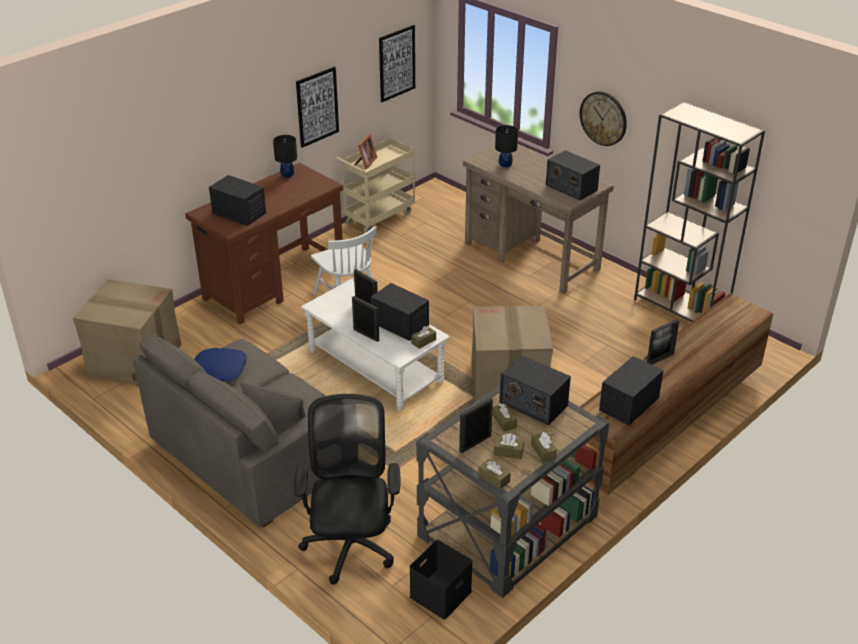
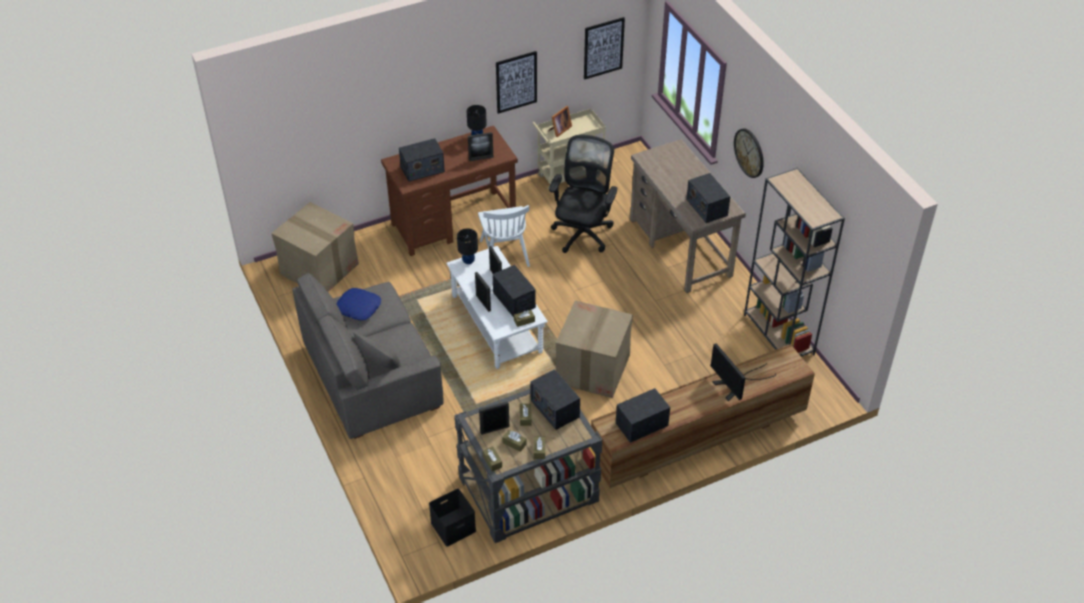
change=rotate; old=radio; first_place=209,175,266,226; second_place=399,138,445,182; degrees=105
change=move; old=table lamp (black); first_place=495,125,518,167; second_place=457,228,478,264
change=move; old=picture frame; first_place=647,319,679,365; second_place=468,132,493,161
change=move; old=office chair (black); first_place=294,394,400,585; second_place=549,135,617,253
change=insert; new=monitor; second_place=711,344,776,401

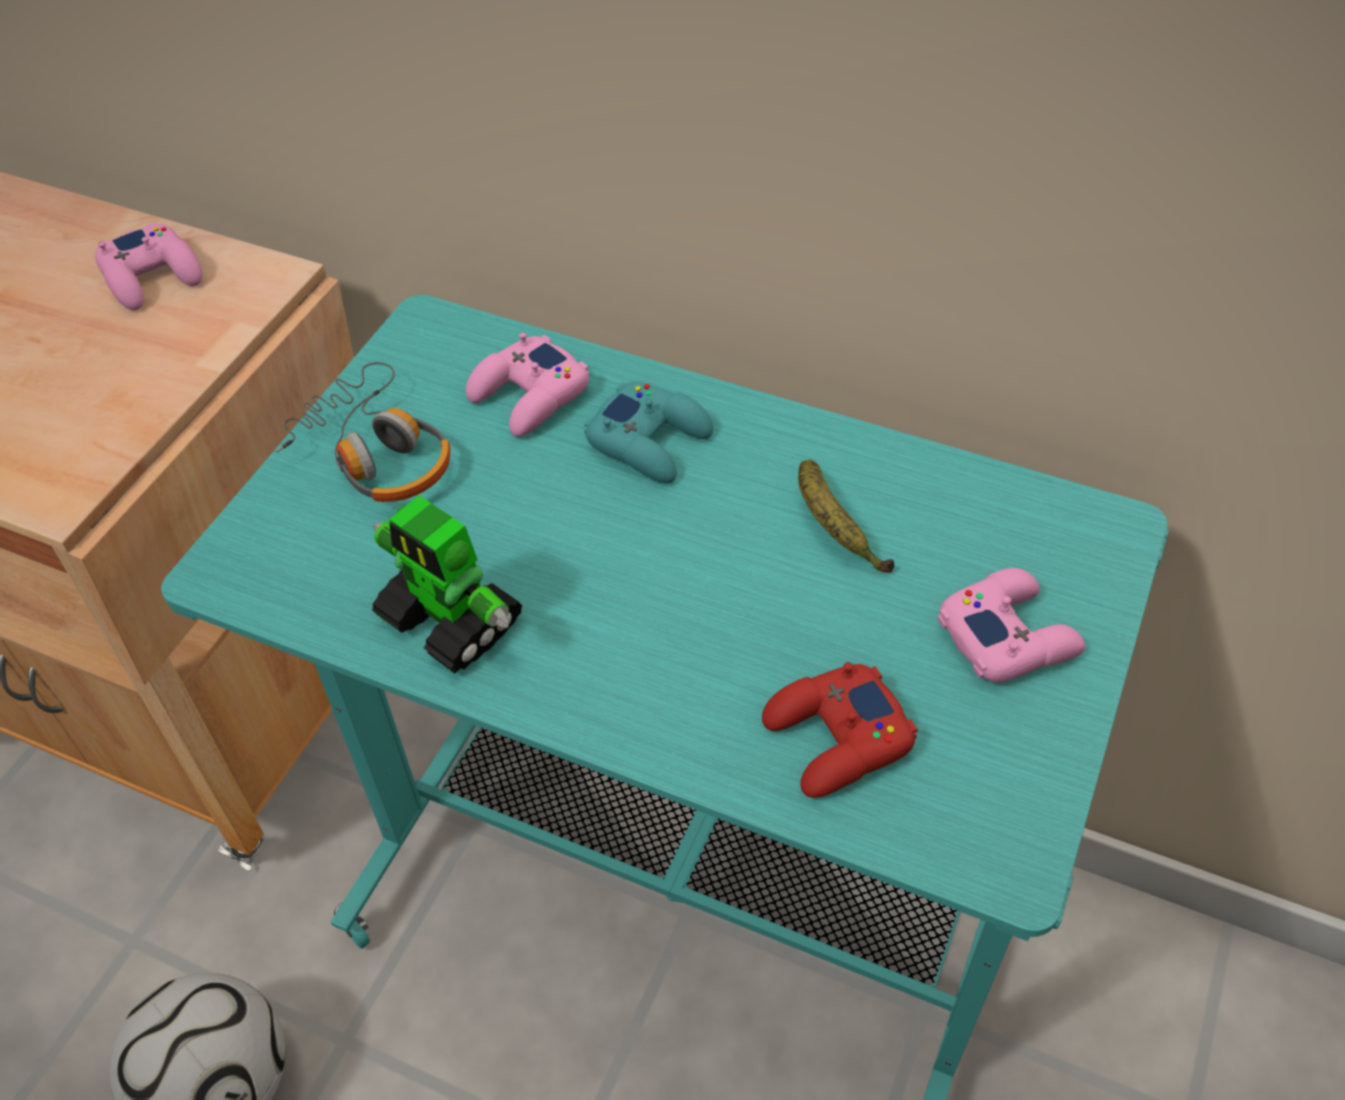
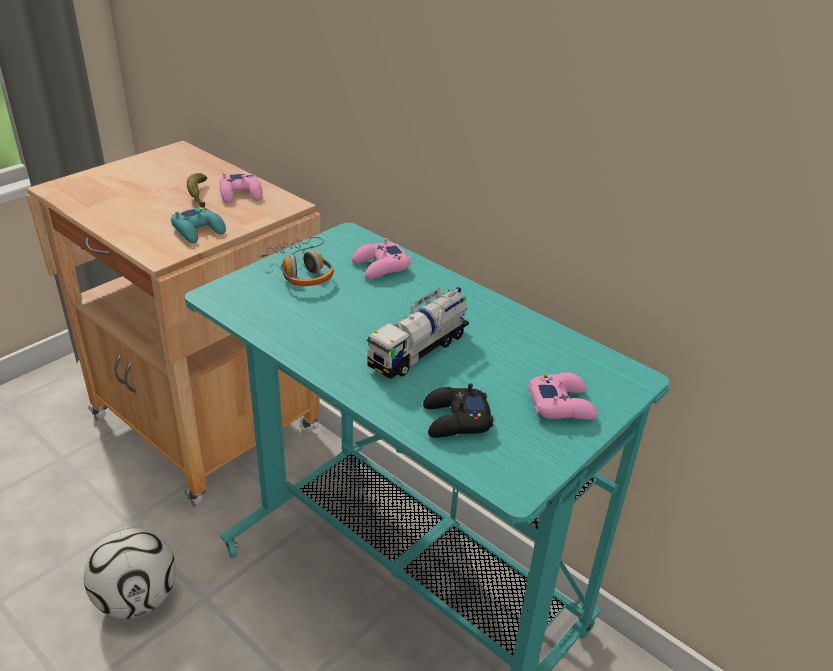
change=move; old=game controller (turquoise); first_place=584,381,713,484; second_place=171,207,226,243
change=move; old=banana; first_place=798,460,894,573; second_place=187,173,207,208
change=insert; new=toy truck; second_place=367,287,469,379
change=recolor; old=game controller (red); new=game controller (black); first_place=762,662,917,798; second_place=423,384,493,438
change=delete; old=toy robot; first_place=372,495,522,674

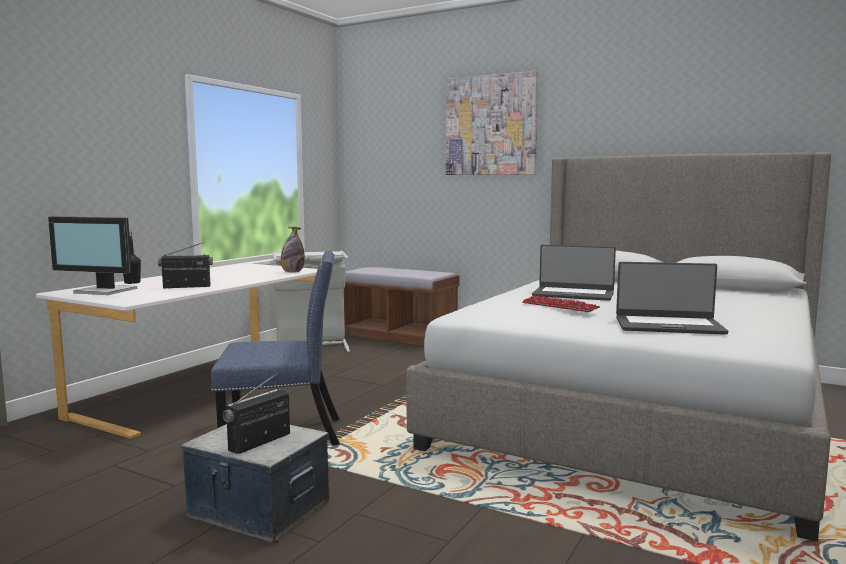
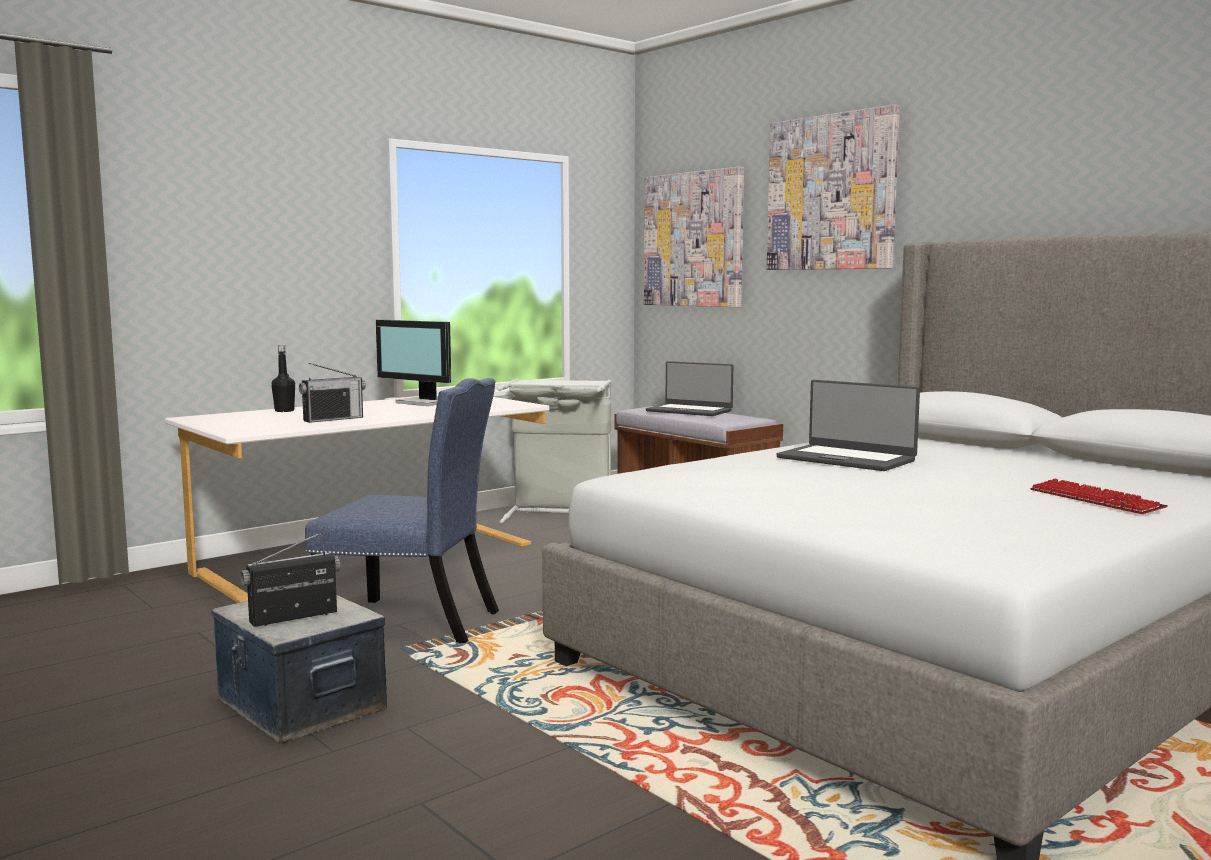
change=rotate; old=radio; first_place=158,242,213,289; second_place=299,363,366,423; degrees=135
change=move; old=monitor; first_place=48,216,137,295; second_place=376,320,451,406
change=insert; new=picture; second_place=644,167,744,307
change=move; old=laptop; first_place=616,262,728,335; second_place=646,361,733,416
change=move; old=keyboard; first_place=522,295,600,312; second_place=1030,479,1168,514
change=delete; old=bottle; first_place=281,227,305,273

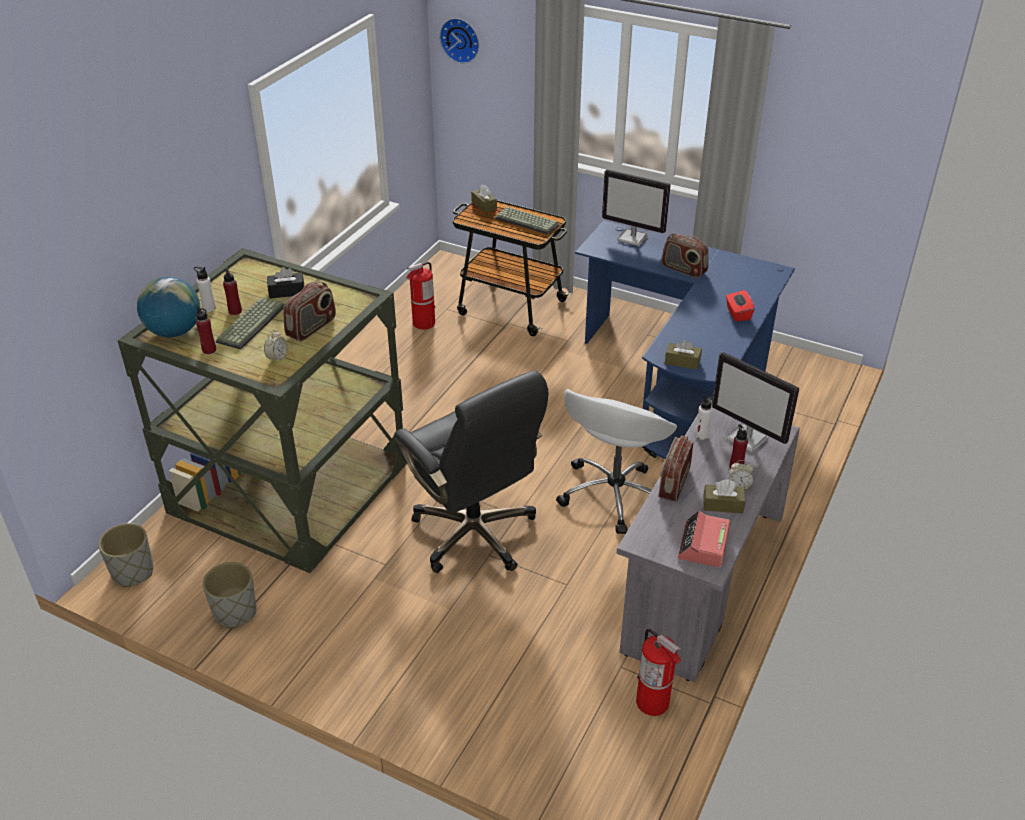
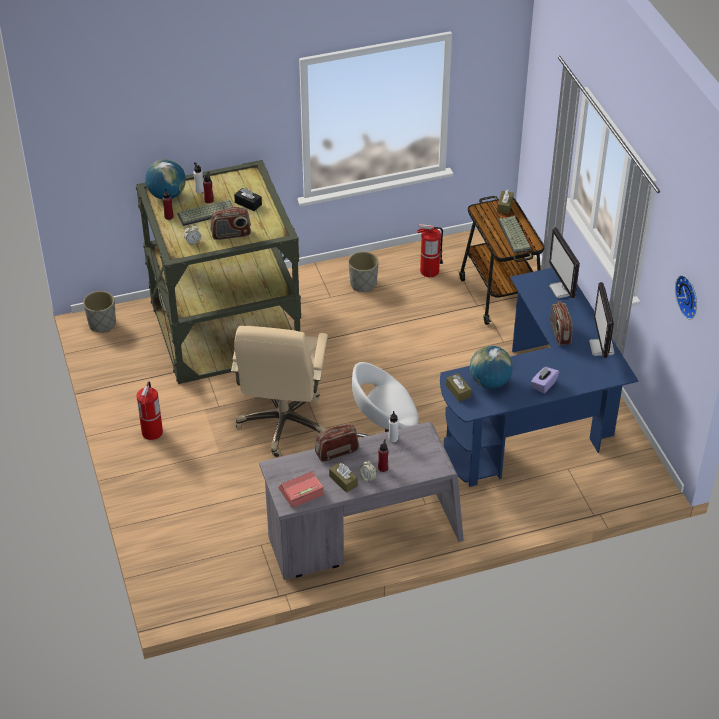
change=move; old=fire extinguisher; first_place=636,629,681,716; second_place=137,381,163,440
change=recolor; old=office chair (black); new=office chair (beige); first_place=394,370,548,573; second_place=231,326,328,457
change=move; old=planter (grey); first_place=203,562,256,629; second_place=349,252,379,292
change=insert; new=globe; second_place=470,346,513,389
change=recolor; old=tissue box (red); new=tissue box (purple); first_place=726,290,755,321; second_place=531,366,559,394
change=move; old=monitor; first_place=712,352,799,452; second_place=589,282,614,358
change=move; old=wall clock; first_place=439,18,479,64; second_place=675,275,697,319

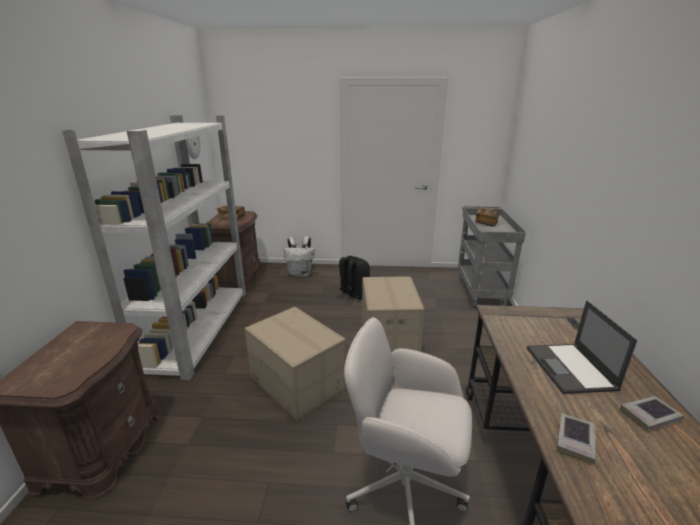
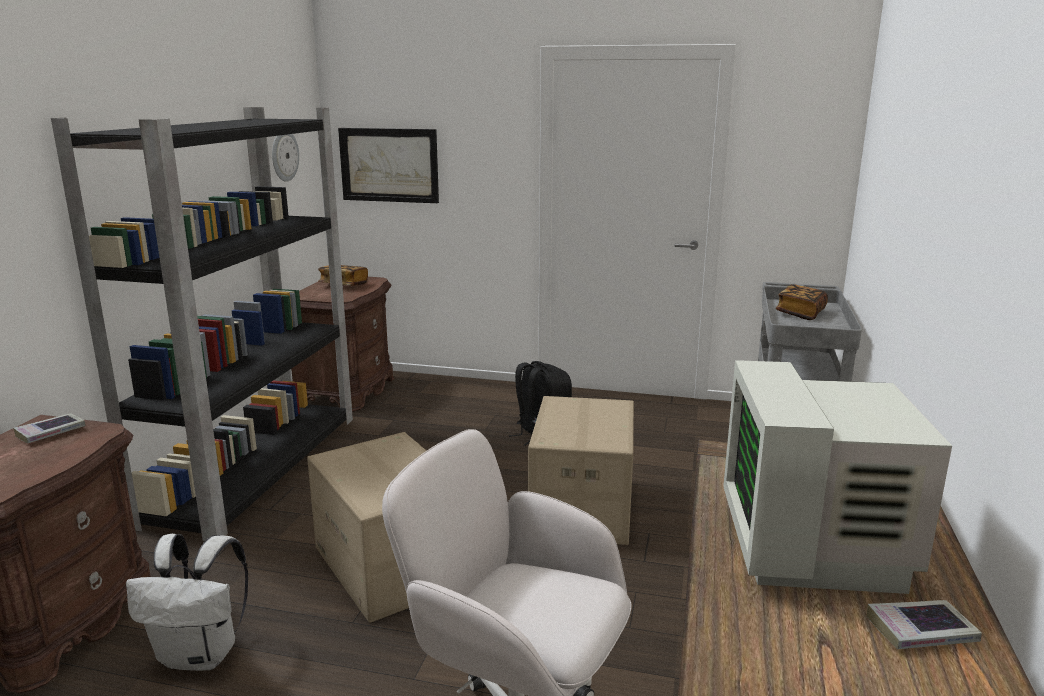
change=move; old=book; first_place=556,413,595,464; second_place=13,413,86,443
change=recolor; old=bookcase (white); new=bookcase (black); first_place=62,116,246,380; second_place=51,107,353,541
change=move; old=backpack (white); first_place=284,236,315,277; second_place=126,534,248,671
change=insert; new=picture; second_place=338,128,439,203
change=replace; old=laptop; new=monitor; first_place=527,300,637,394; second_place=723,360,952,594

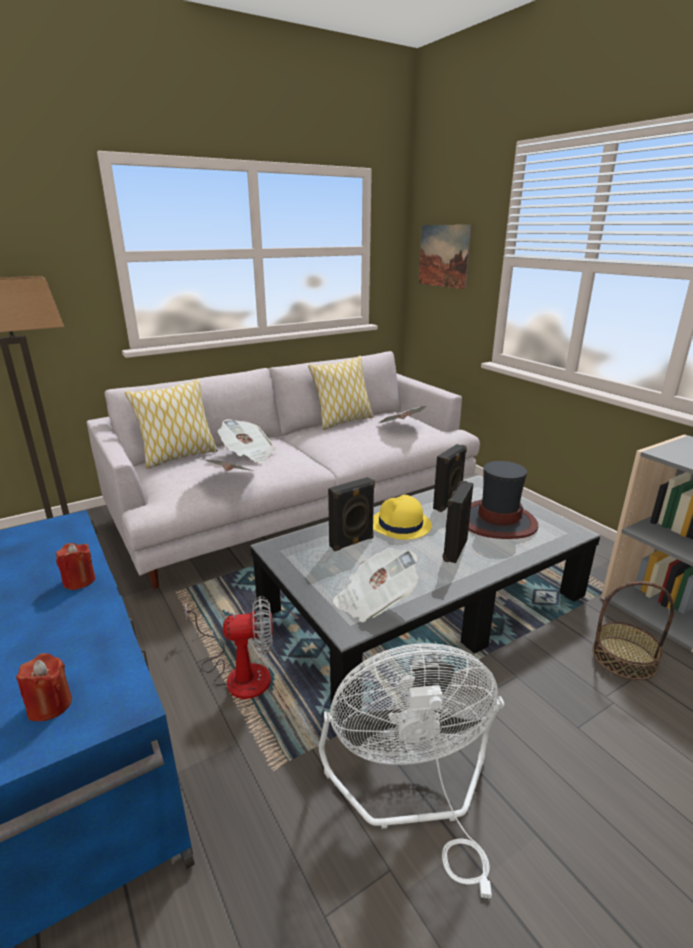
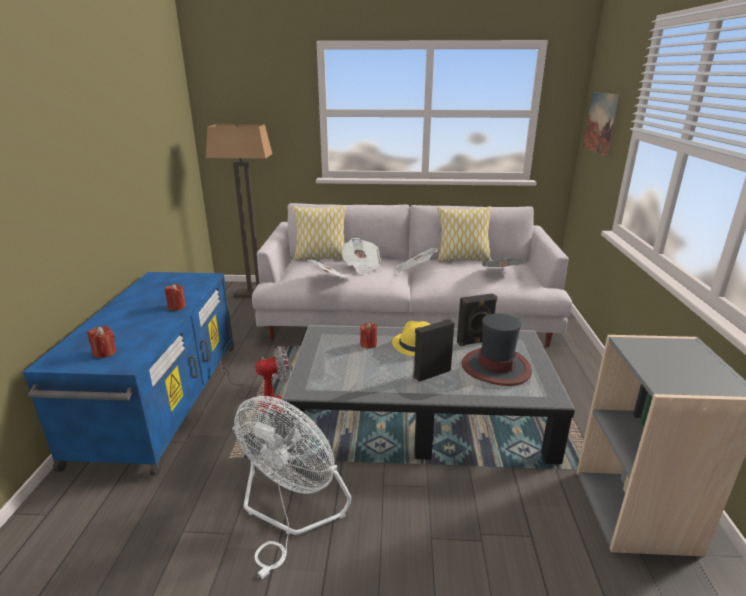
change=rotate; old=fan; first_place=185,596,273,700; second_place=221,346,290,415; degrees=-45
change=replace; old=speaker (black); new=candle (red); first_place=328,477,375,552; second_place=360,322,377,348
change=move; old=newspaper; first_place=333,547,419,623; second_place=395,248,438,273
change=delete; old=basket; first_place=592,581,674,680

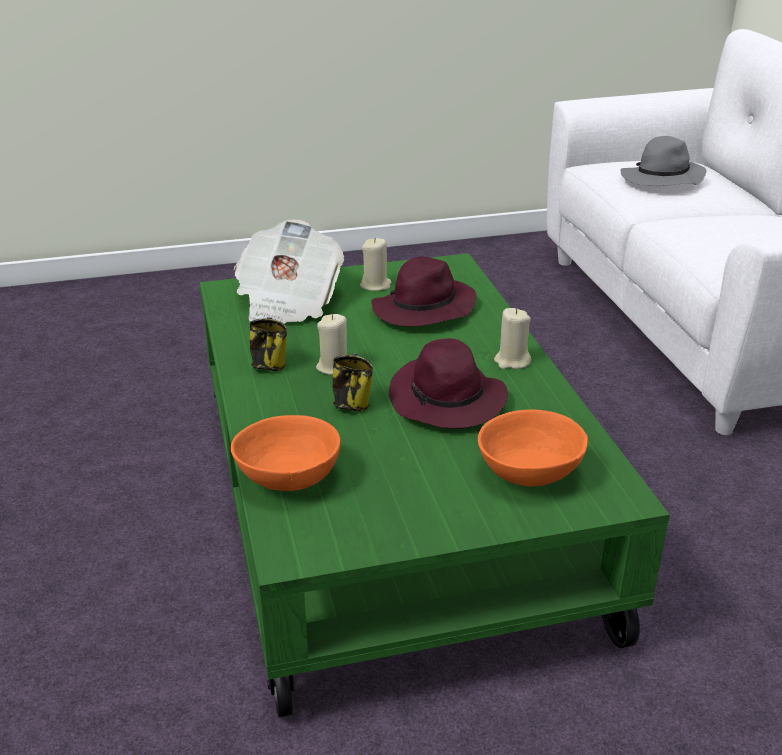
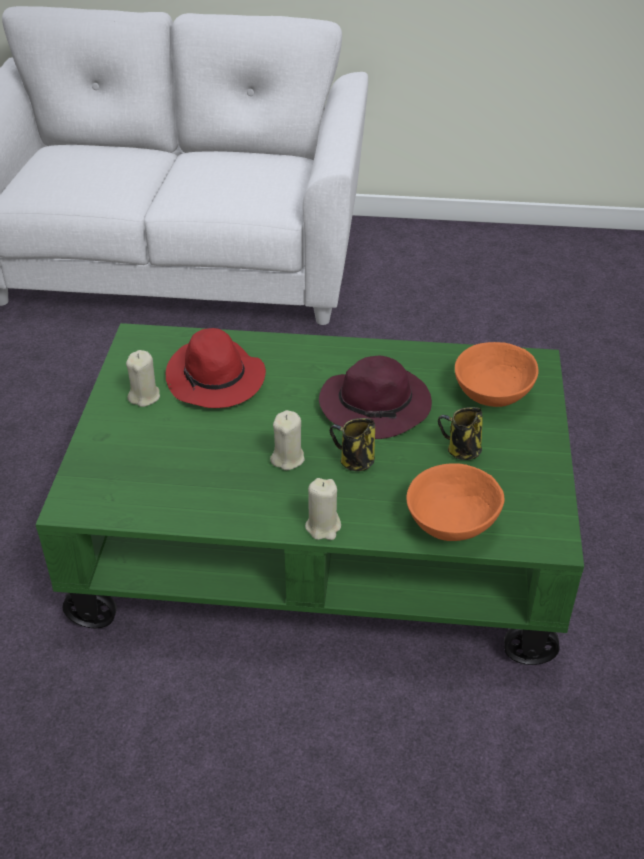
change=recolor; old=hat (purple); new=hat (red); first_place=371,257,476,327; second_place=166,328,266,408
change=move; old=candle (beige); first_place=494,308,531,369; second_place=305,478,341,540
change=move; old=mug; first_place=250,317,287,371; second_place=438,407,483,460
change=delete; old=newspaper; first_place=234,219,344,324
change=delete; old=hat (grey); first_place=621,136,706,186

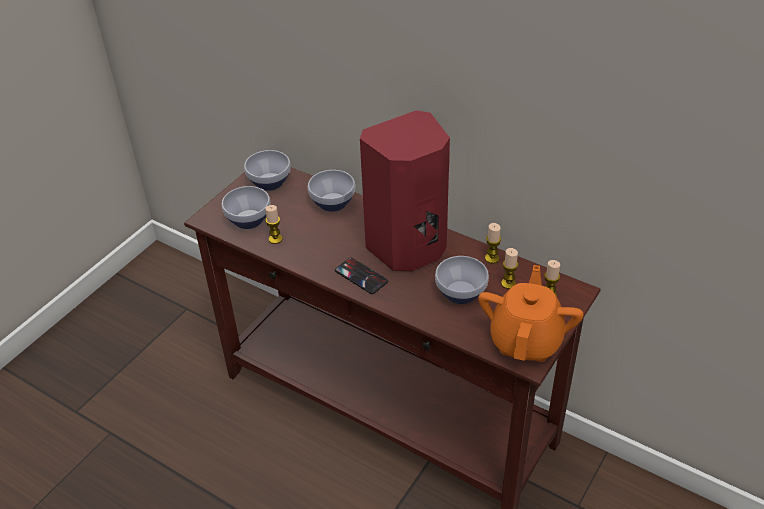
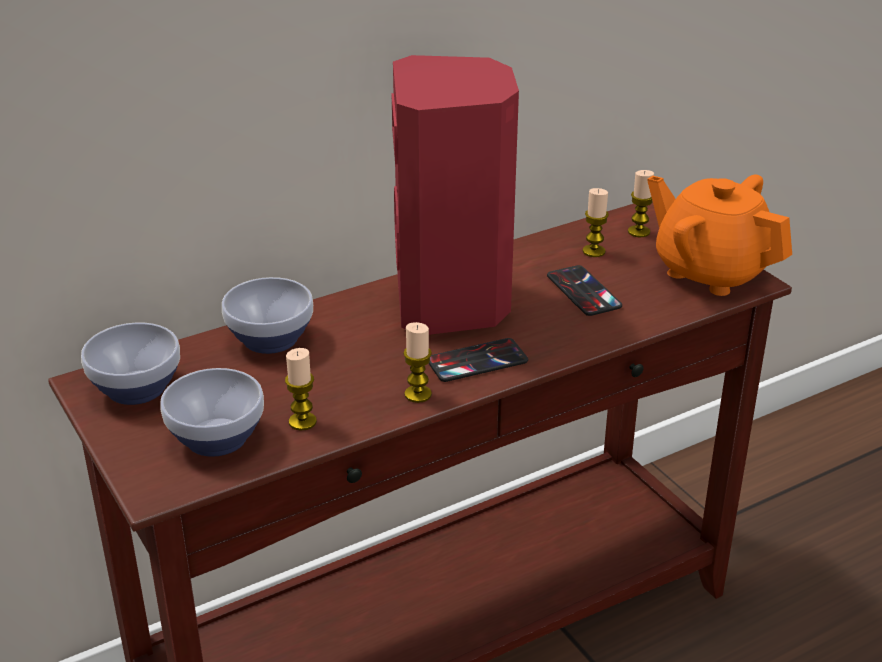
change=move; old=candle; first_place=485,223,501,264; second_place=403,322,432,403
change=replace; old=bowl; new=phone; first_place=435,256,489,304; second_place=547,265,622,316

